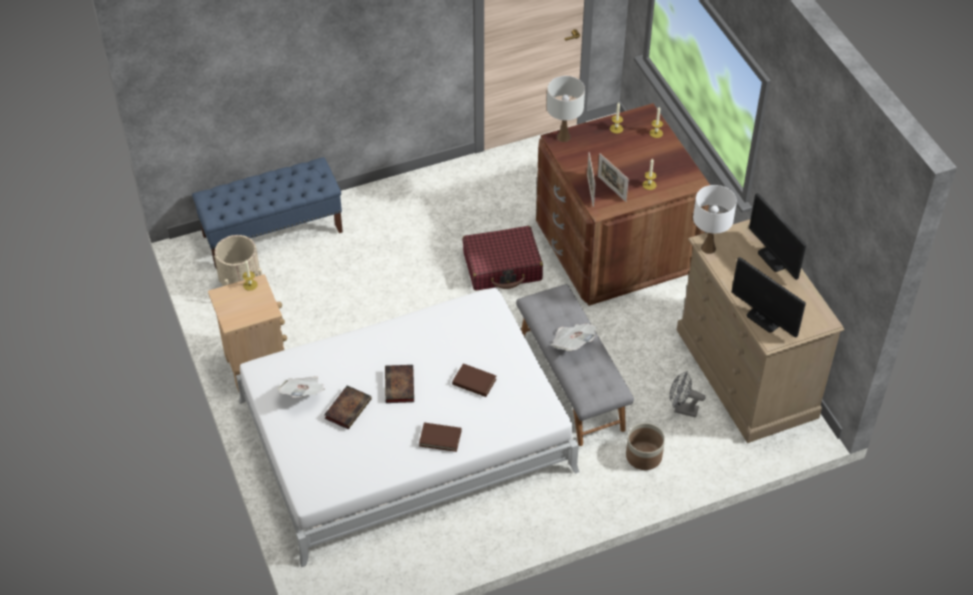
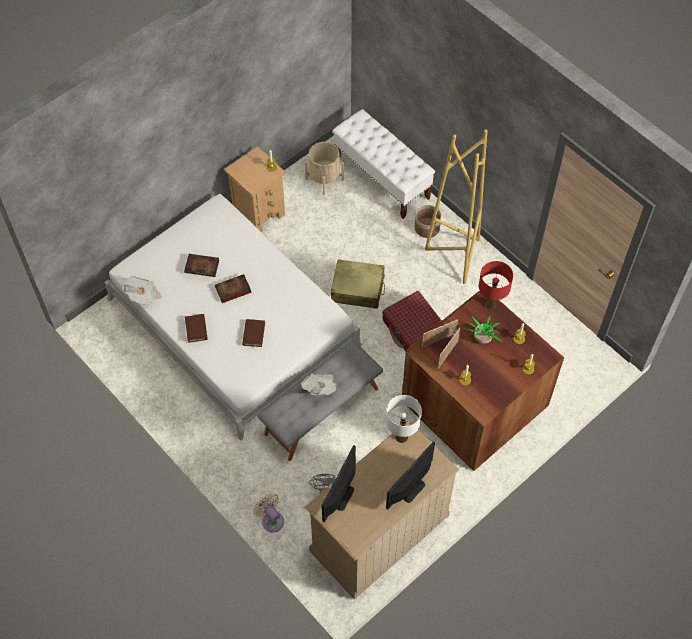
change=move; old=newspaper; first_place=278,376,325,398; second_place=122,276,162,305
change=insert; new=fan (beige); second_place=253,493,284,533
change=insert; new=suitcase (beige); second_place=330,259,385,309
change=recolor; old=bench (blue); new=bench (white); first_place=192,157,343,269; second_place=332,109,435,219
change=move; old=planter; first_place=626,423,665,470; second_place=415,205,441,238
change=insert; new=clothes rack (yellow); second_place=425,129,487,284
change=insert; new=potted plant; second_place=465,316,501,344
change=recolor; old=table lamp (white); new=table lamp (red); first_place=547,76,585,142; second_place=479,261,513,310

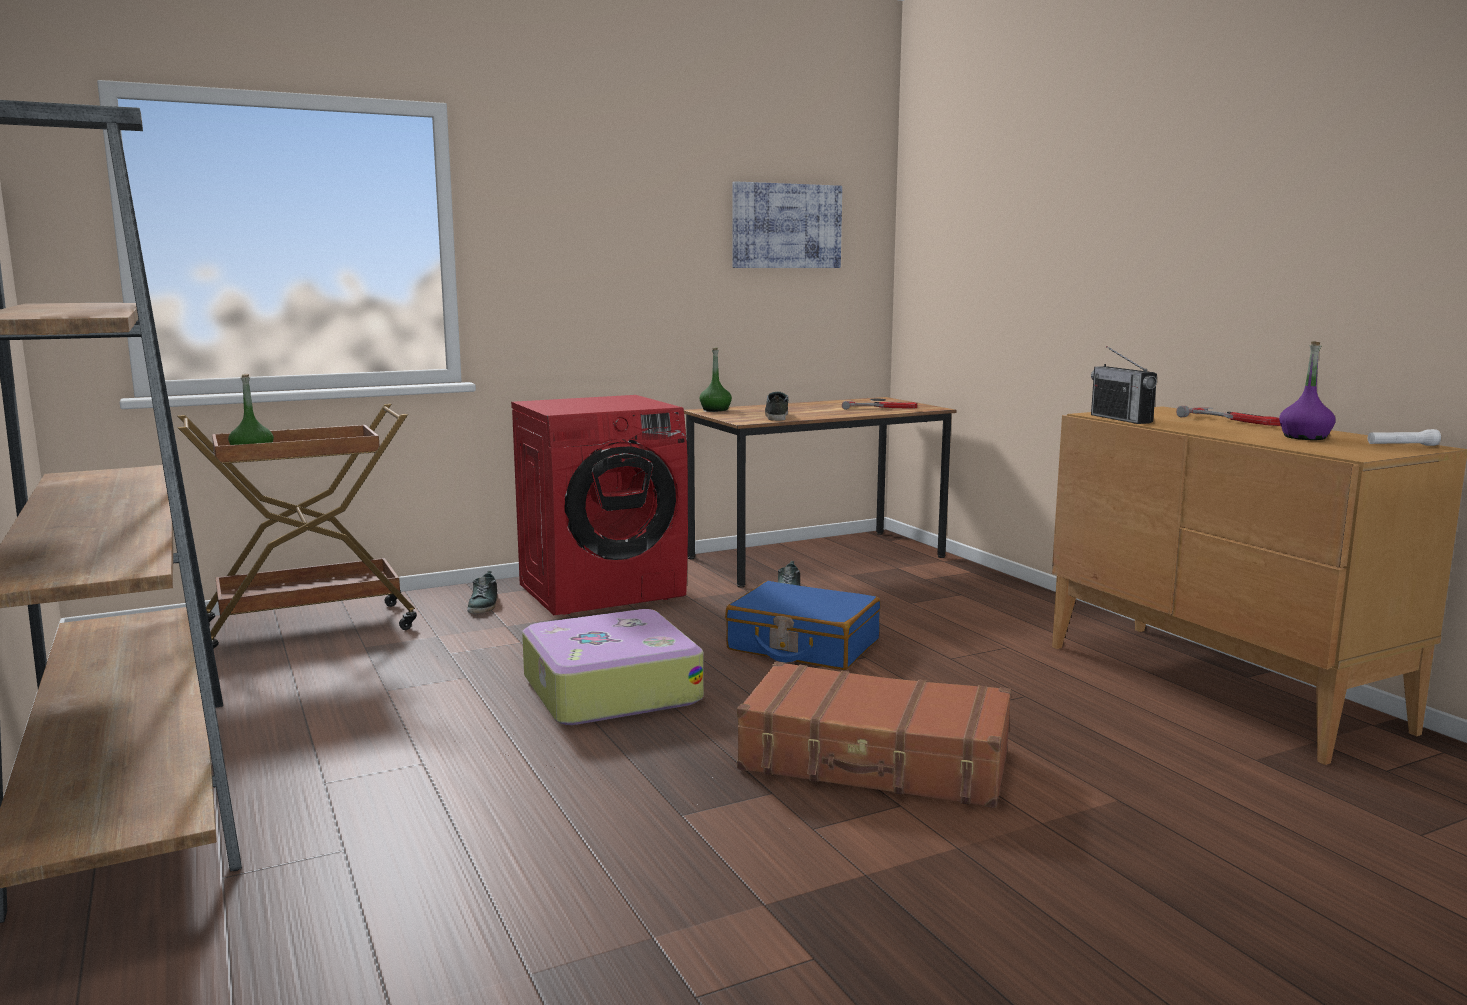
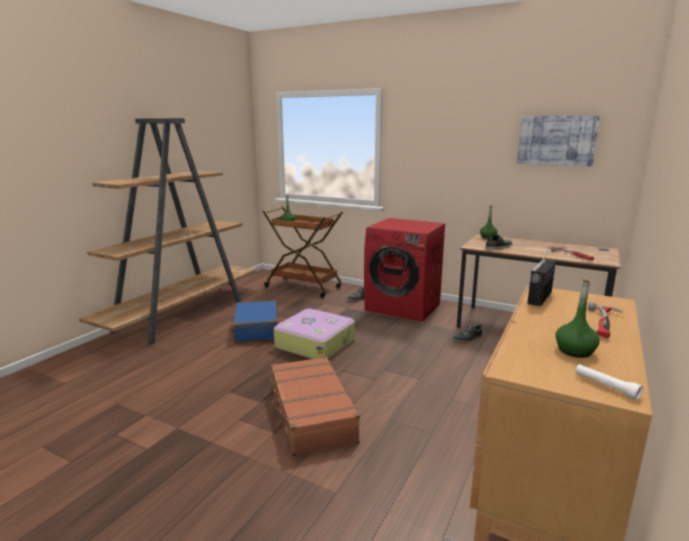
change=move; old=suitcase (blue); first_place=725,581,880,670; second_place=231,301,279,343
change=recolor; old=bottle (purple); new=bottle (green); first_place=1279,341,1336,440; second_place=555,278,600,358

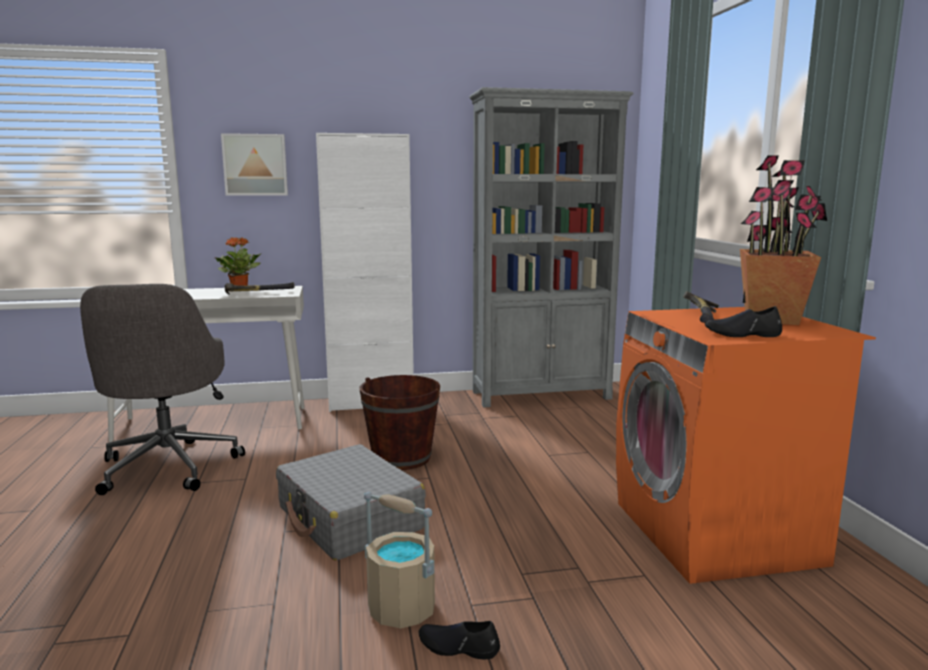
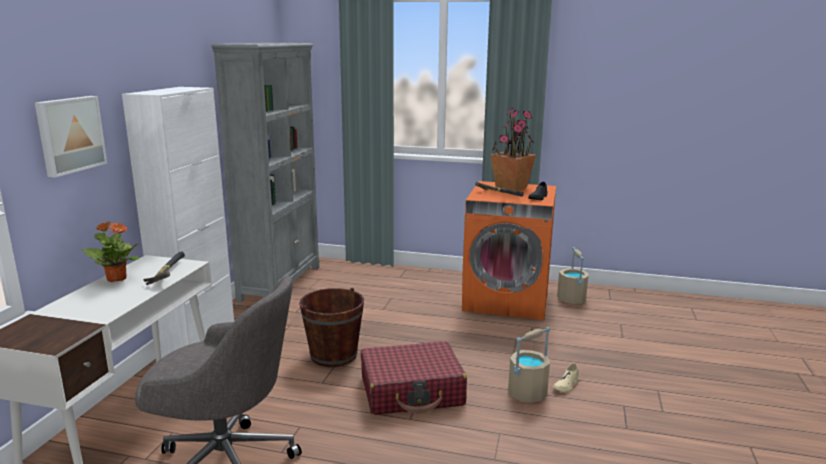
change=recolor; old=suitcase (grey); new=suitcase (red); first_place=276,444,426,561; second_place=361,341,467,415
change=recolor; old=shoe (black); new=shoe (beige); first_place=419,621,500,659; second_place=553,363,579,392
change=insert; new=bucket (beige); second_place=557,247,589,304

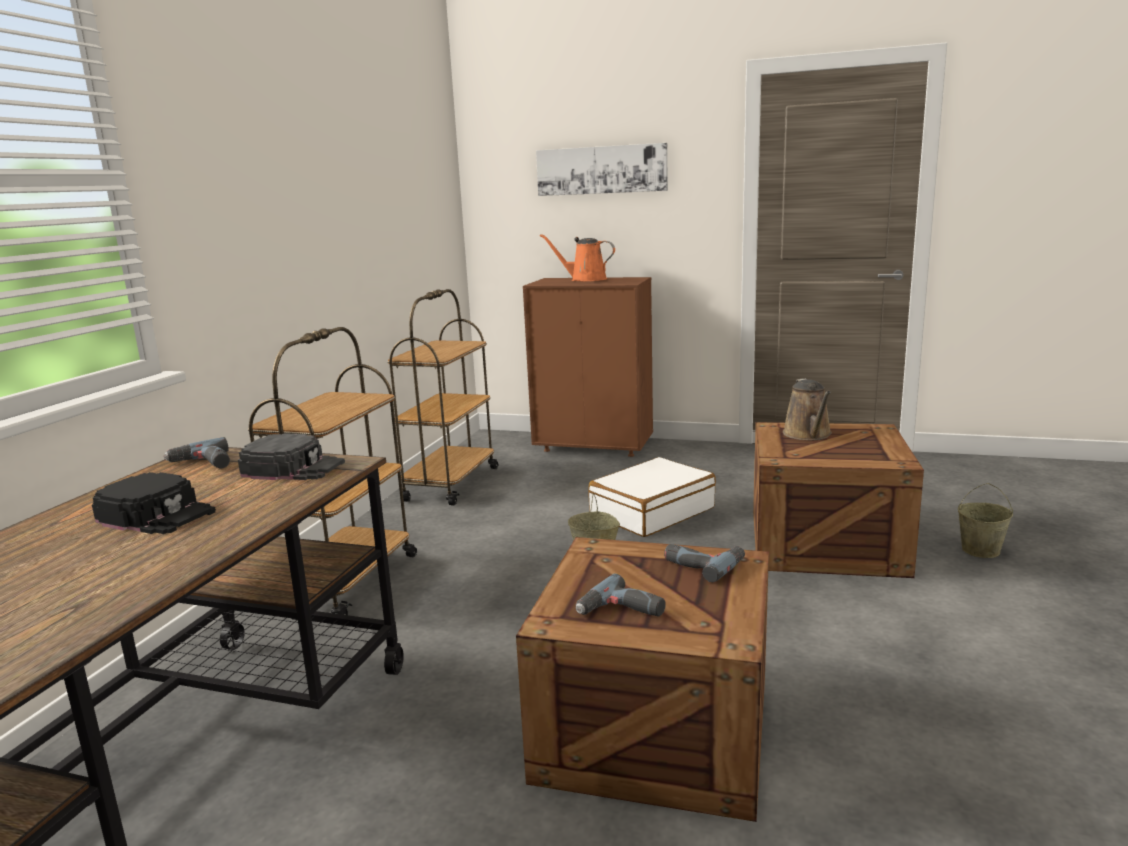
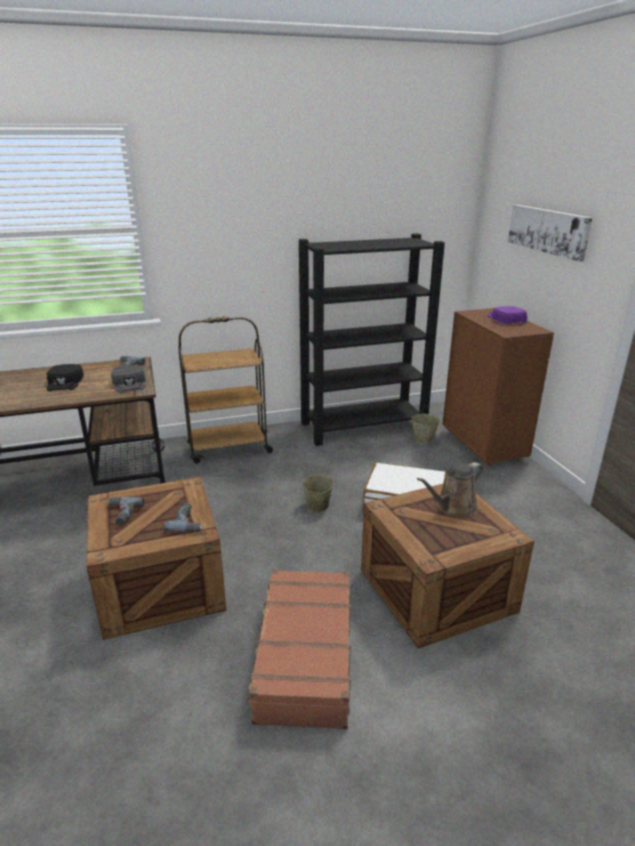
change=insert; new=suitcase (brown); second_place=245,569,351,729
change=replace; old=cart (brown); new=bookcase (black); first_place=387,289,498,505; second_place=299,233,445,446
change=move; old=bucket (beige); first_place=958,483,1013,558; second_place=411,405,440,443
change=replace; old=watering can (orange); new=cap (purple); first_place=540,234,615,281; second_place=487,306,527,325

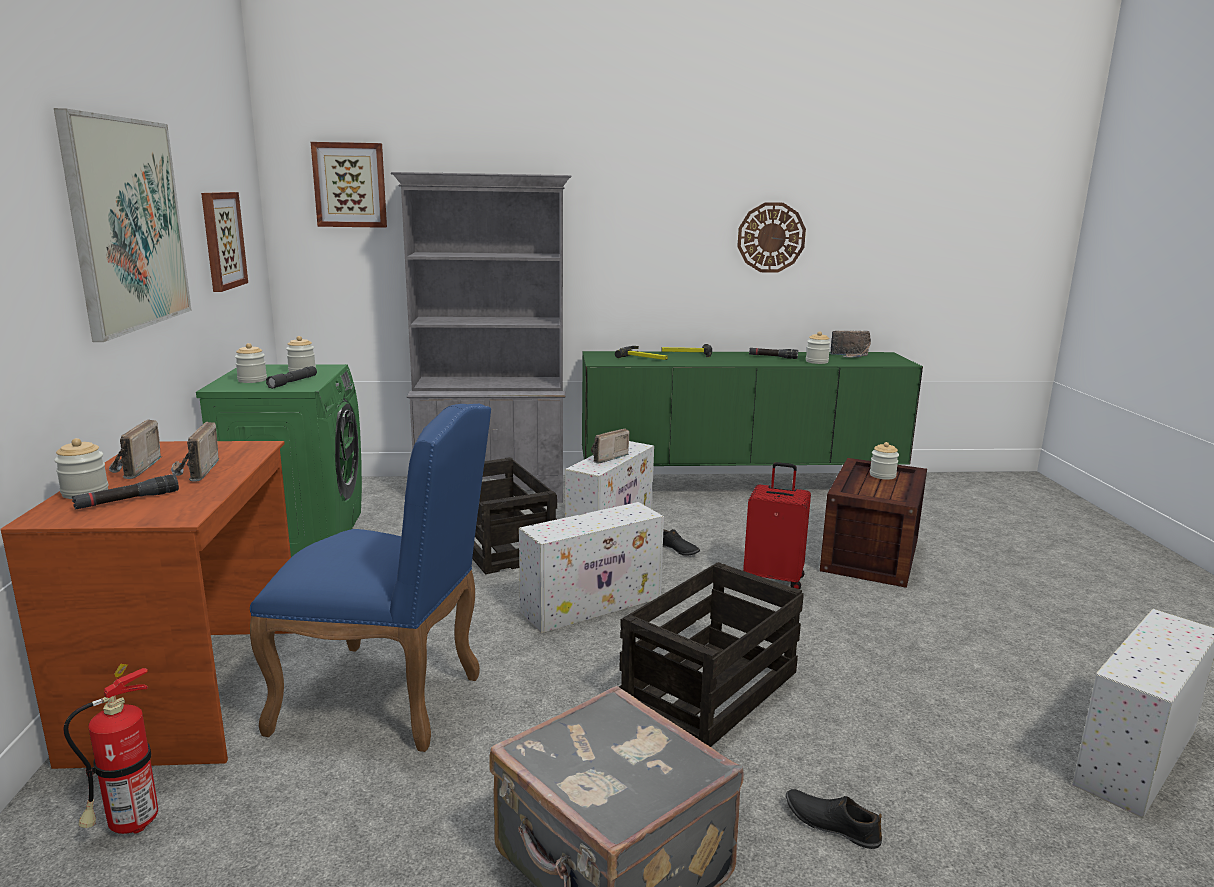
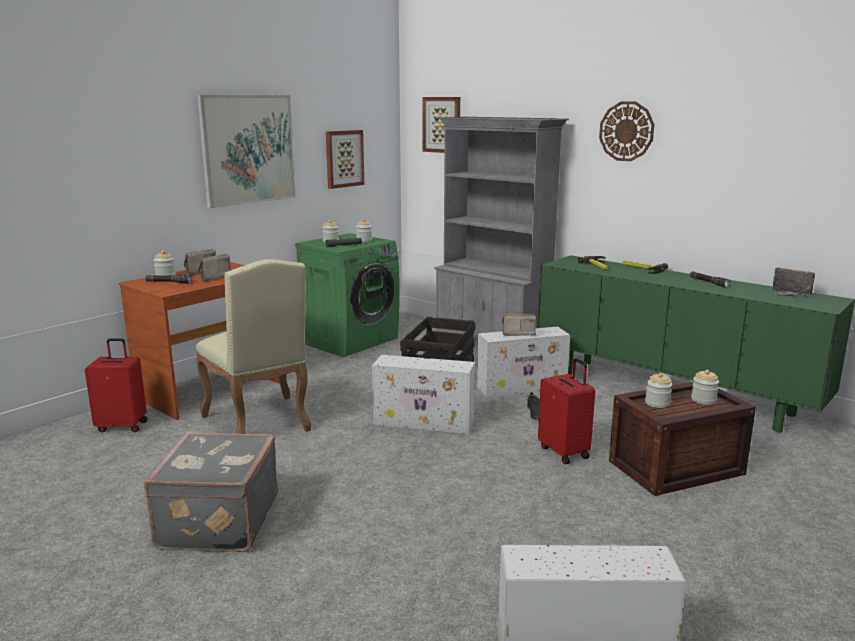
change=replace; old=fire extinguisher; new=suitcase (red); first_place=63,664,158,834; second_place=85,338,148,432
change=recolor; old=chair (blue); new=chair (beige); first_place=250,404,491,752; second_place=196,259,311,434
change=move; old=wall clock; first_place=737,202,806,273; second_place=599,101,654,161
change=move; old=jar; first_place=806,331,831,364; second_place=645,373,672,408
change=delete; old=crate; first_place=619,562,804,747
change=delete; old=shoe (black); first_place=786,789,882,849

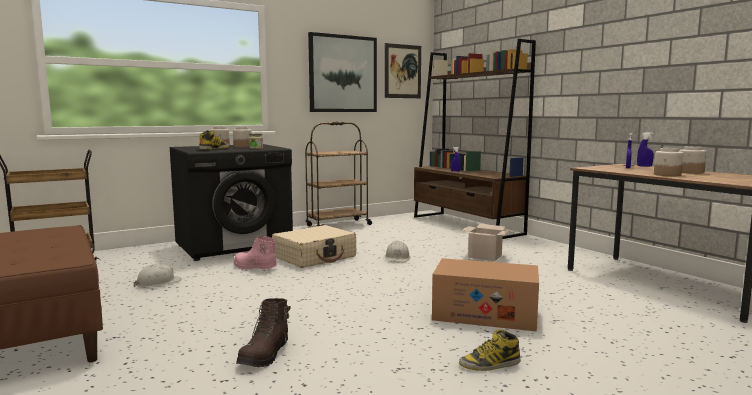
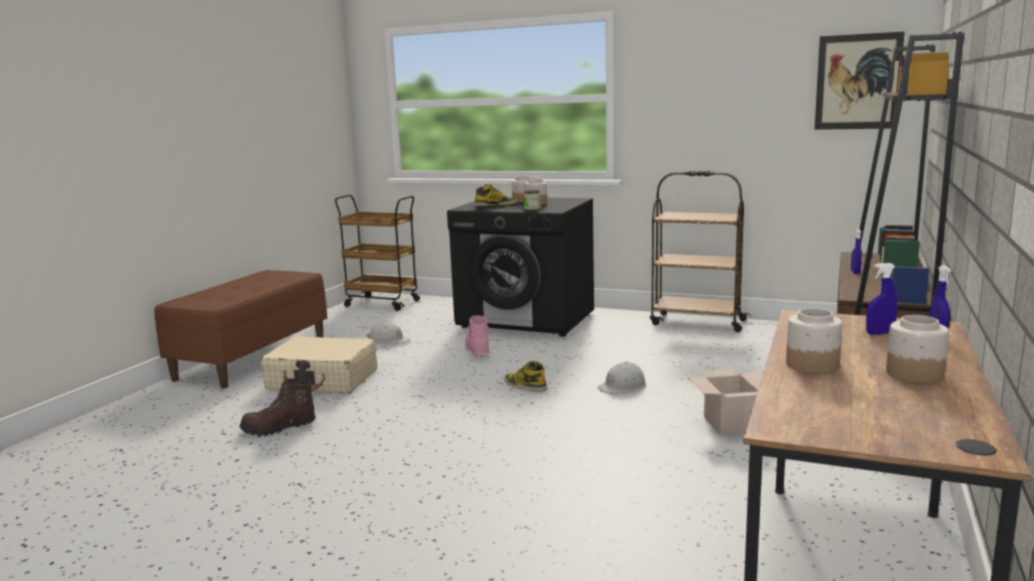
change=move; old=suitcase (beige); first_place=272,225,356,268; second_place=261,336,377,394
change=move; old=boot; first_place=459,329,520,371; second_place=504,361,547,392
change=delete; old=picture; first_place=308,32,377,112
change=delete; old=cardboard box; first_place=432,258,539,332

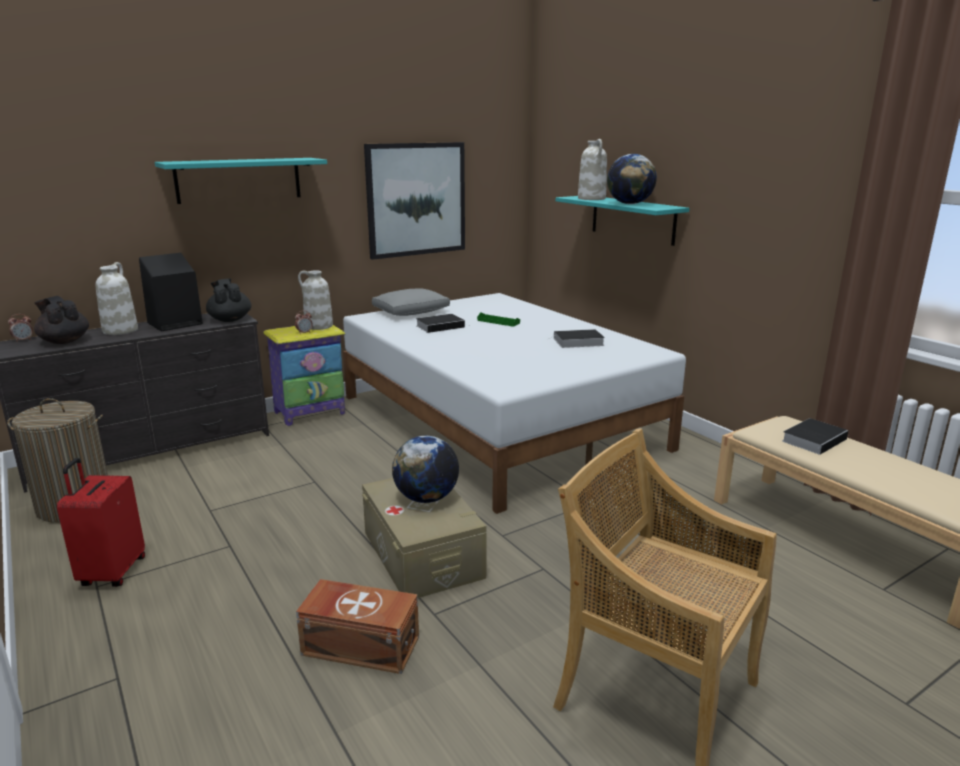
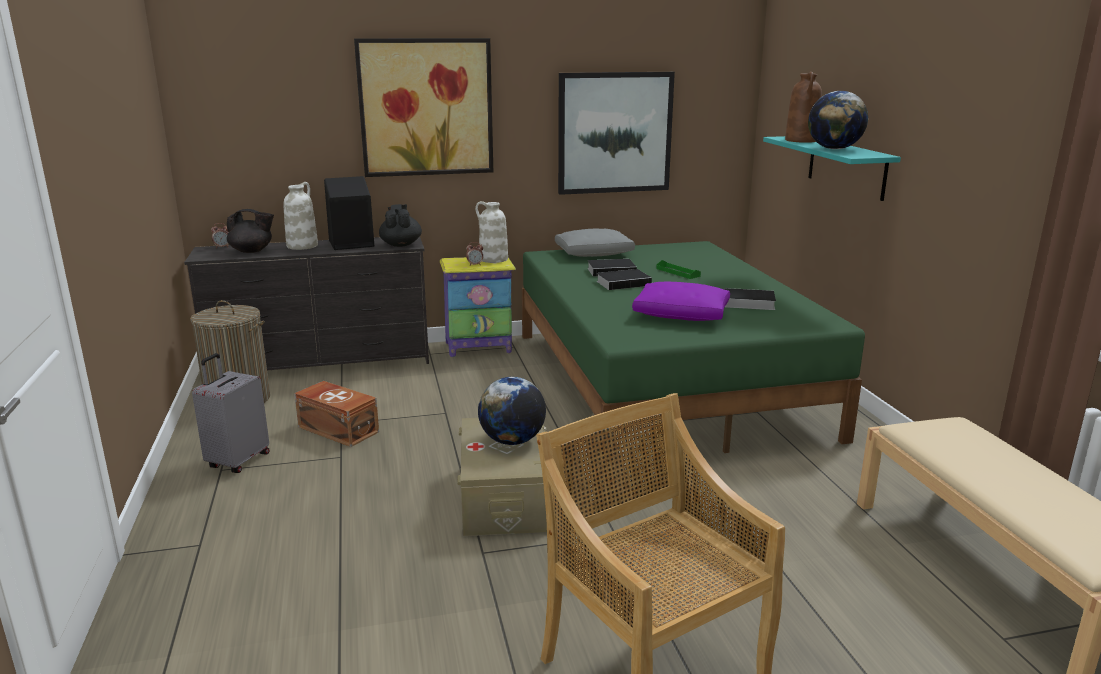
change=recolor; old=suitcase (red); new=suitcase (grey); first_place=57,458,145,587; second_place=192,353,269,473
change=rotate; old=teapot (black); first_place=34,296,89,344; second_place=227,209,274,253; degrees=120
change=move; old=storage box (brown); first_place=296,579,419,674; second_place=294,381,379,447
change=replace; old=shelf (turquoise); new=picture; first_place=154,158,327,204; second_place=354,38,493,177
change=recolor; old=bed (white); new=bed (green); first_place=343,293,686,514; second_place=522,241,865,453
change=move; old=book; first_place=782,418,849,455; second_place=596,269,652,290
change=insert; new=pillow (purple); second_place=632,281,730,321
change=recolor; old=vase (white); new=vase (brown); first_place=578,139,607,200; second_place=785,72,822,143

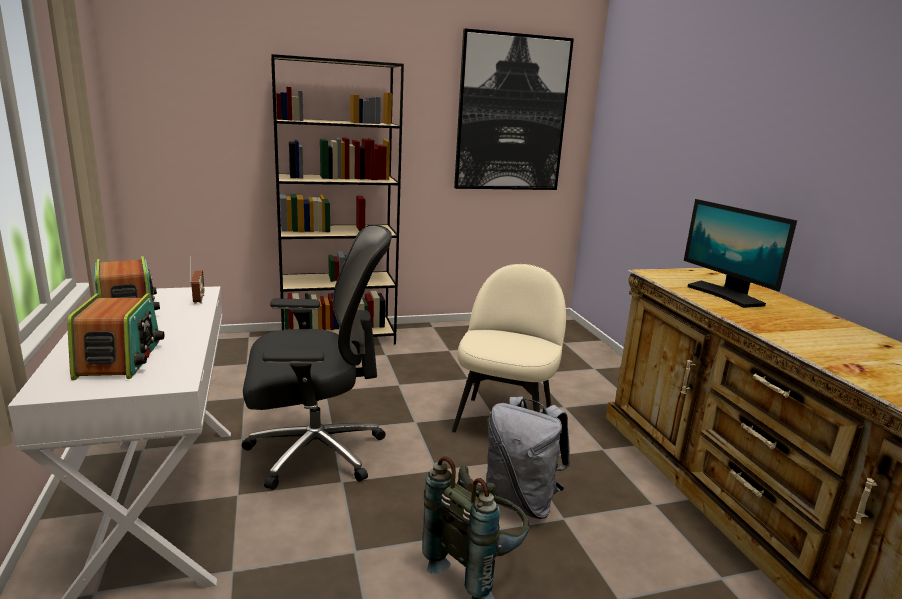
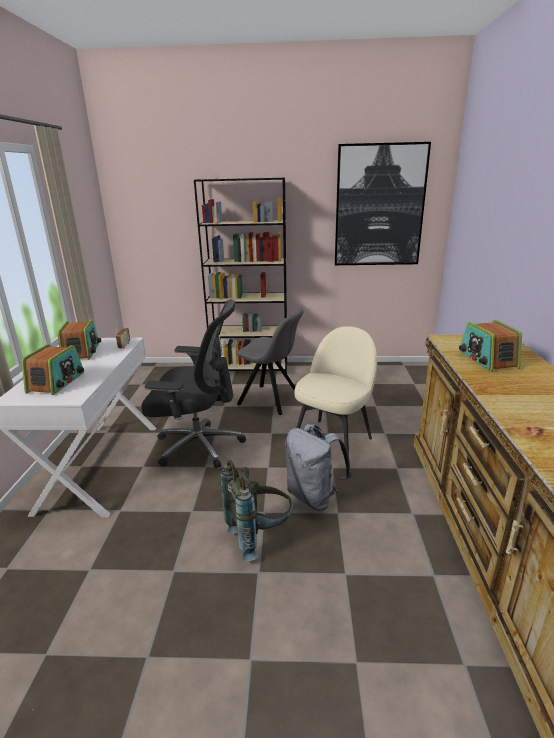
change=insert; new=chair (grey); second_place=235,309,304,415
change=replace; old=monitor; new=radio; first_place=684,199,797,308; second_place=459,320,522,372

